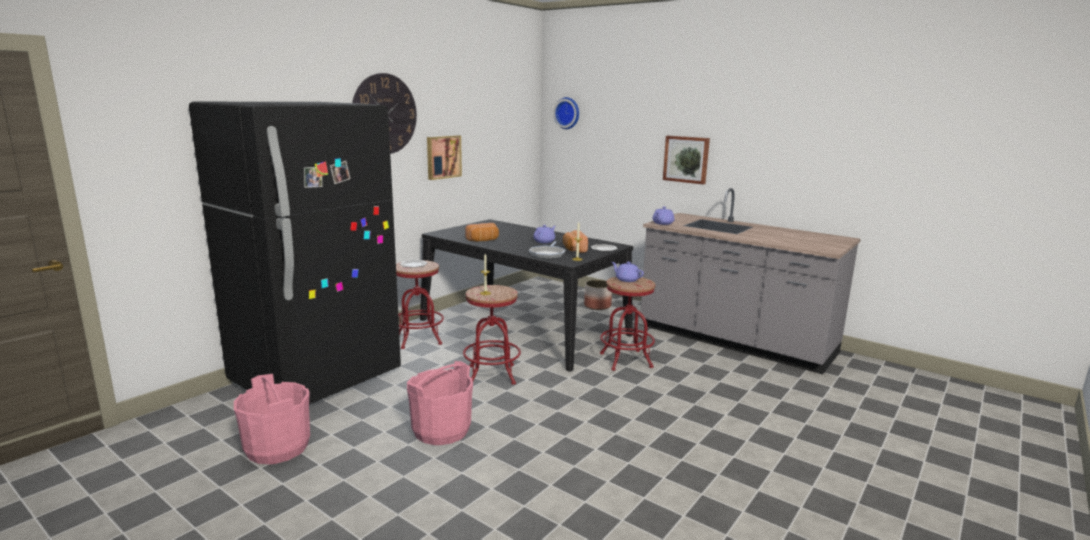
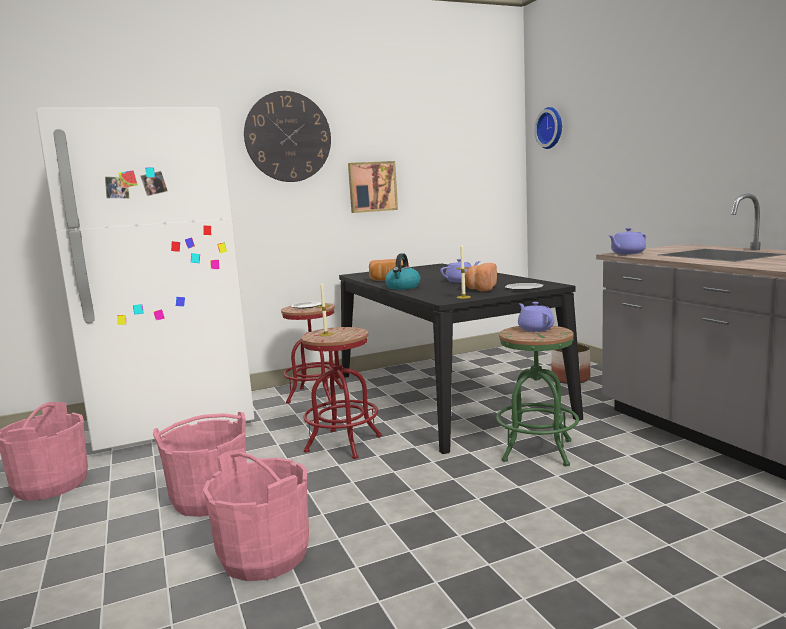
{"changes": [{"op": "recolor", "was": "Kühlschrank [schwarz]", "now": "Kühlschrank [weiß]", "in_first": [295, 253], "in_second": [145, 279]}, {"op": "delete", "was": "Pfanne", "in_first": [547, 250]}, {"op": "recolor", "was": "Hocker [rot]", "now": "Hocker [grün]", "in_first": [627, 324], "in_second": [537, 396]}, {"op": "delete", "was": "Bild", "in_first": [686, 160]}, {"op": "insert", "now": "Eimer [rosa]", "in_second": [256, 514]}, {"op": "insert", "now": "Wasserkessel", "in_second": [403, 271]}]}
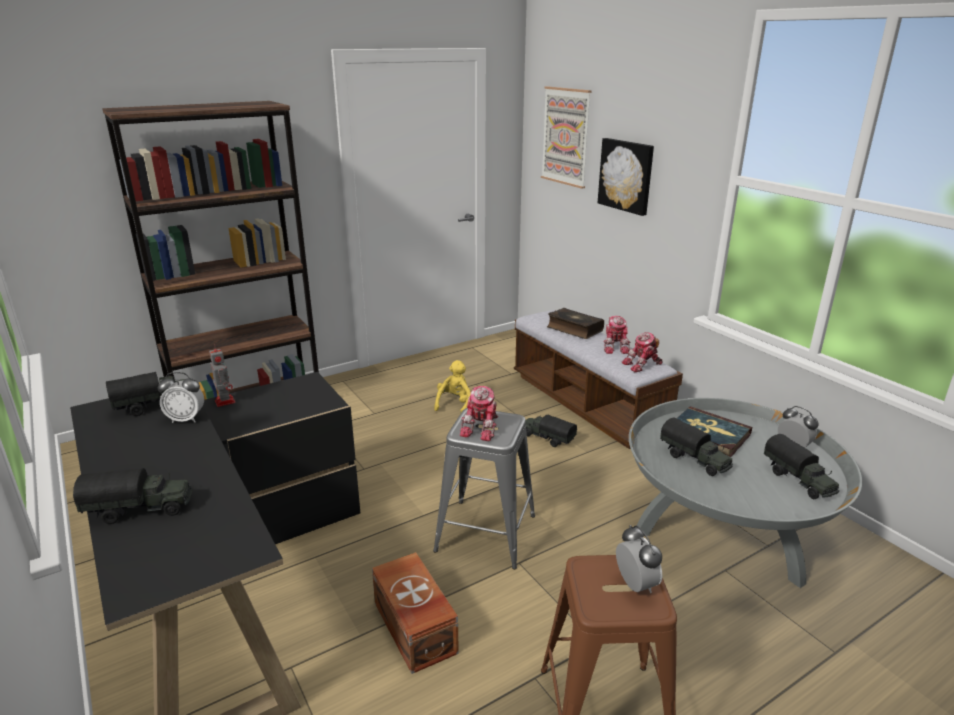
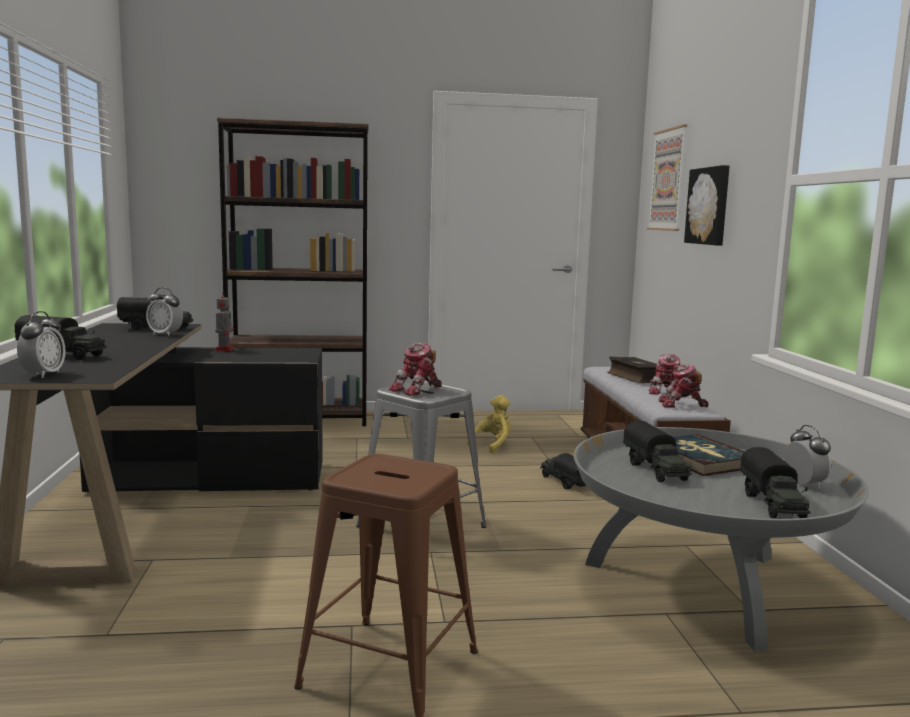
{"changes": [{"op": "delete", "was": "Aufbewahrungsbox [braun]", "in_first": [415, 613]}, {"op": "move", "was": "Wecker", "in_first": [639, 559], "in_second": [41, 344]}]}
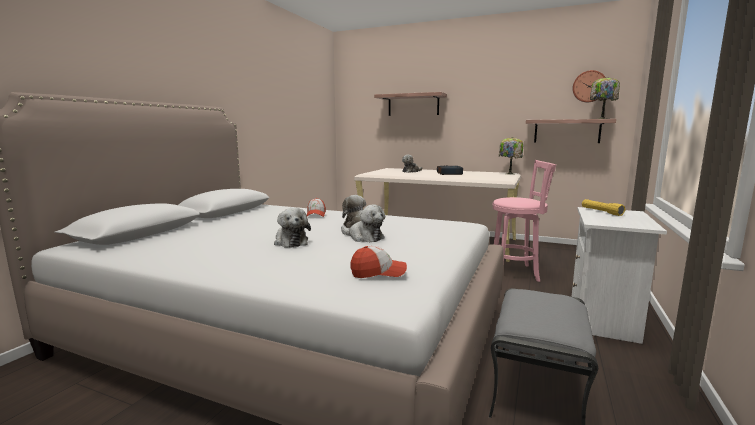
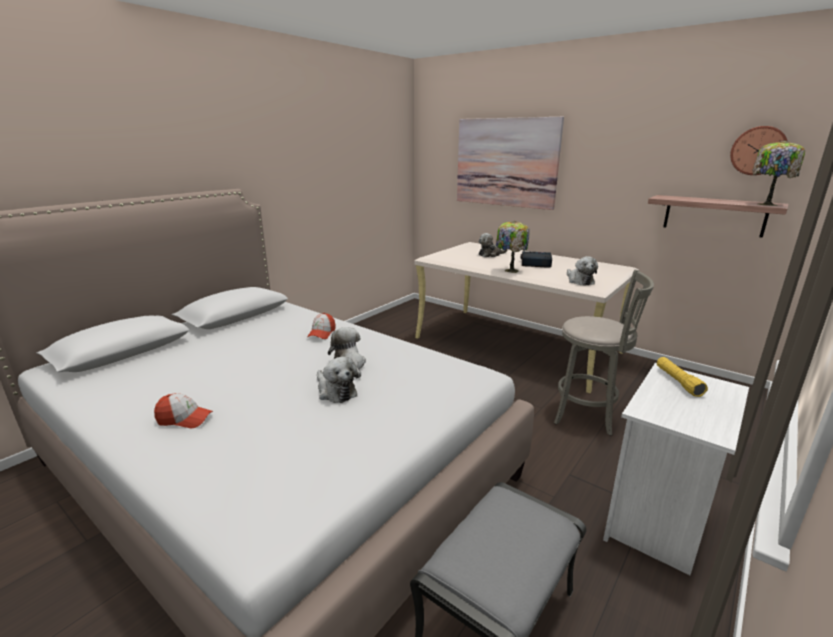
{"changes": [{"op": "move", "was": "Plüschtier", "in_first": [292, 228], "in_second": [582, 271]}, {"op": "move", "was": "Kappe", "in_first": [378, 262], "in_second": [183, 411]}, {"op": "replace", "was": "Wandregal", "now": "Bild", "in_first": [410, 104], "in_second": [510, 163]}, {"op": "recolor", "was": "Hocker [rosa]", "now": "Hocker [grau]", "in_first": [524, 221], "in_second": [604, 353]}, {"op": "move", "was": "Tischlampe", "in_first": [511, 156], "in_second": [513, 247]}]}
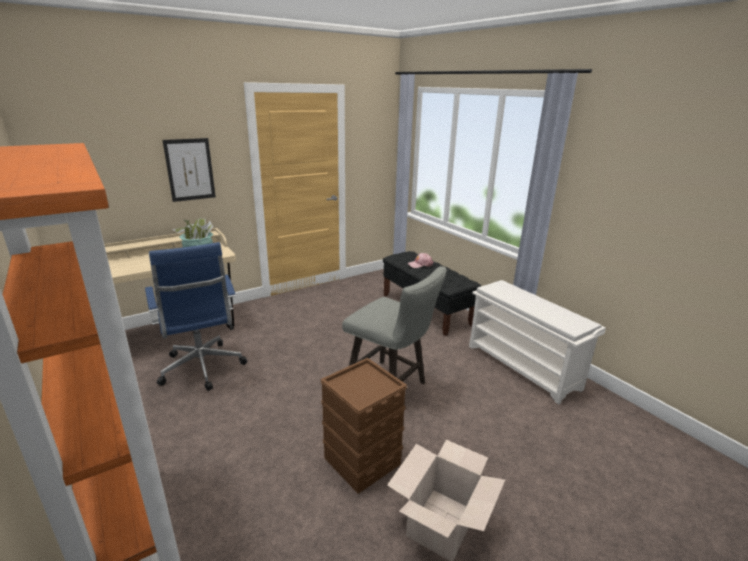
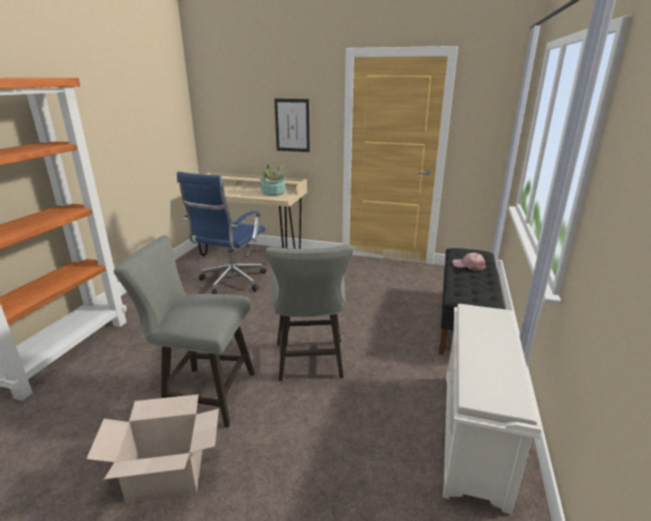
{"changes": [{"op": "replace", "was": "Aufbewahrungsbox [braun]", "now": "Hocker [grau]", "in_first": [363, 426], "in_second": [184, 331]}]}
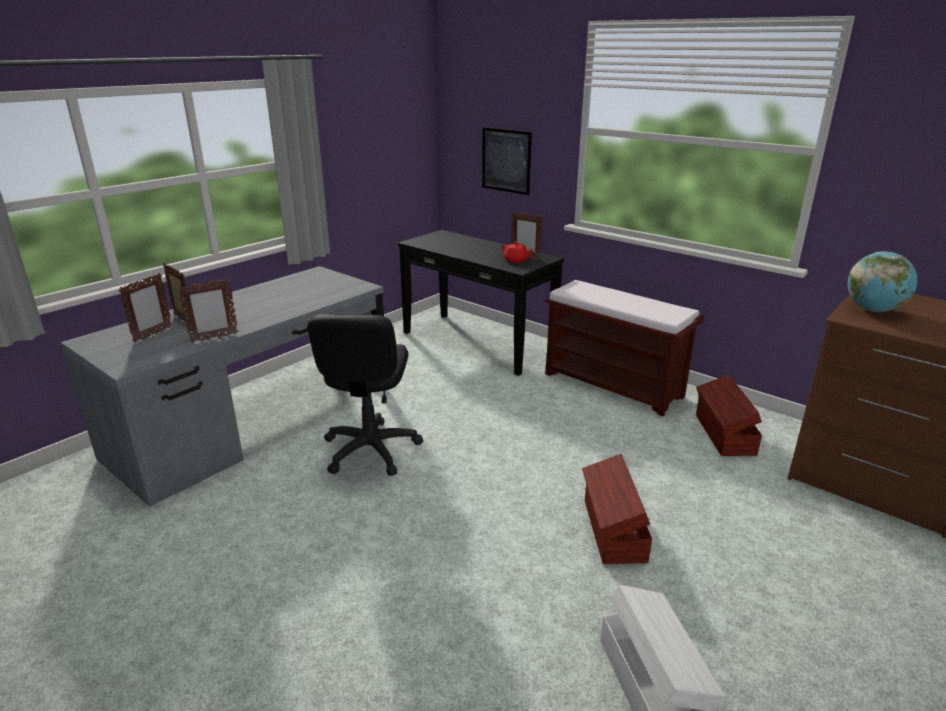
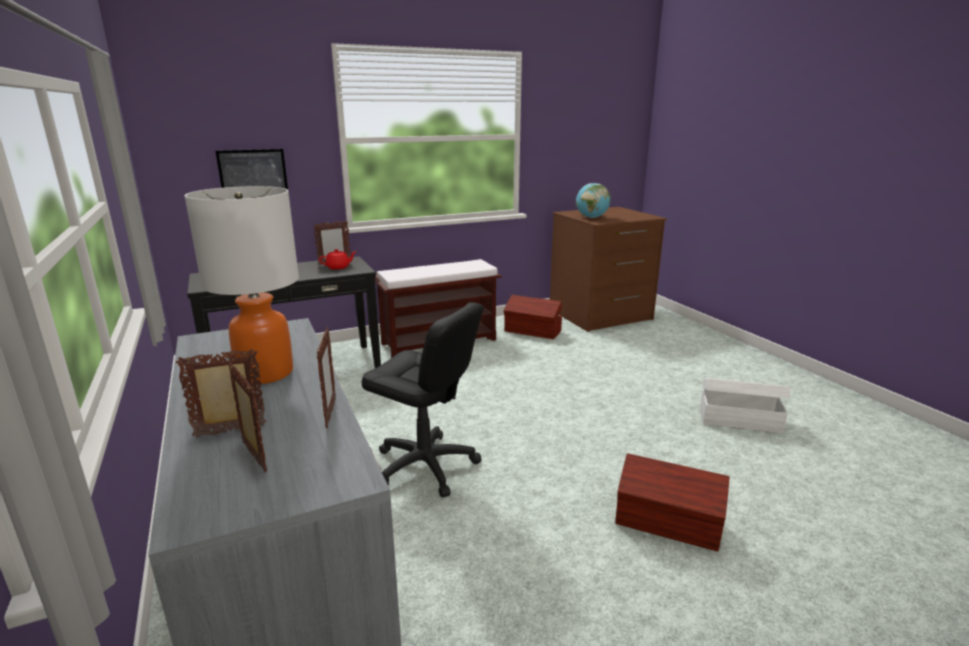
{"changes": [{"op": "move", "was": "Aufbewahrungsbox [braun]", "in_first": [617, 509], "in_second": [672, 502]}, {"op": "insert", "now": "Tischlampe", "in_second": [242, 285]}]}
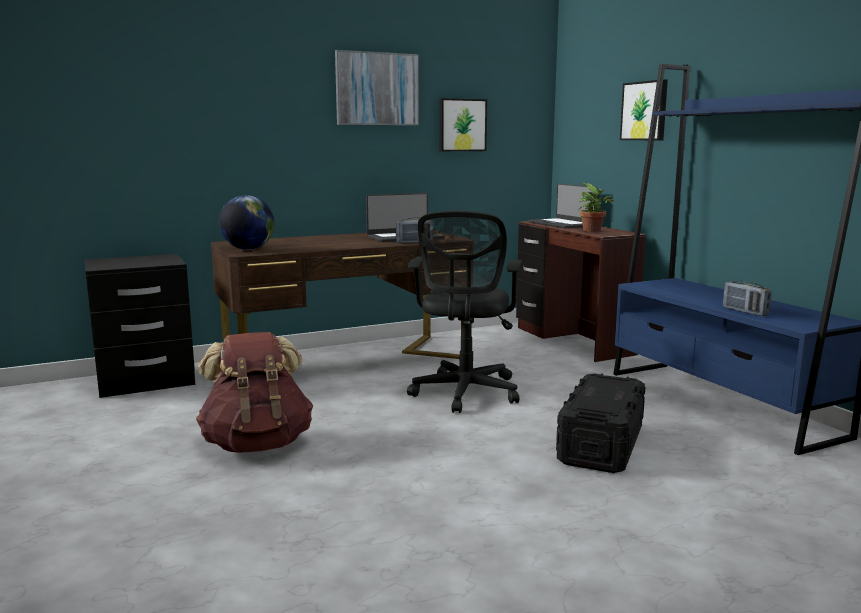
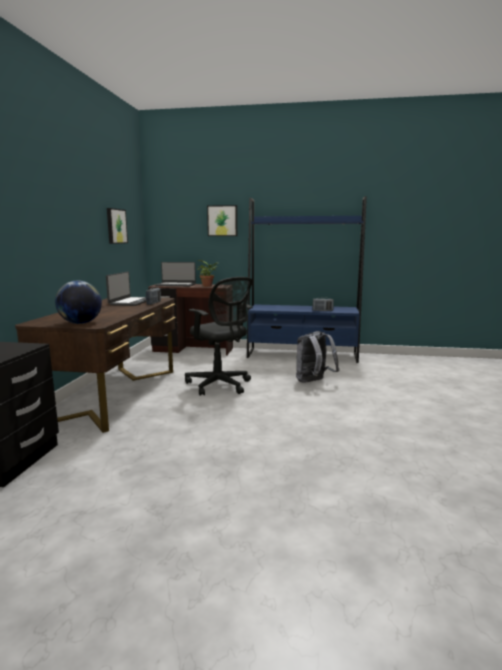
{"changes": [{"op": "delete", "was": "Rucksack [braun]", "in_first": [254, 392]}, {"op": "delete", "was": "Bild", "in_first": [377, 87]}, {"op": "replace", "was": "Aufbewahrungsbox [schwarz]", "now": "Rucksack [grau]", "in_first": [600, 423], "in_second": [317, 357]}]}
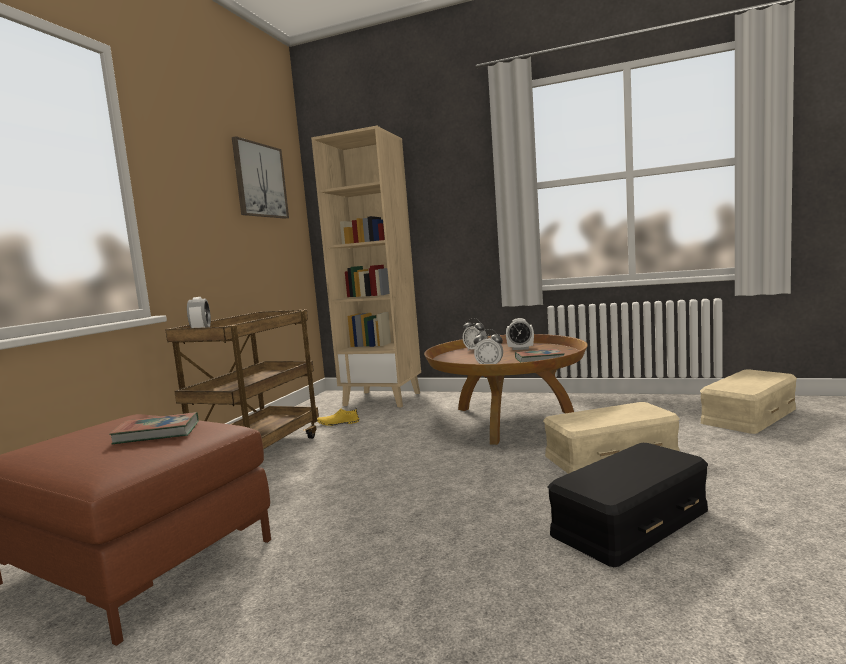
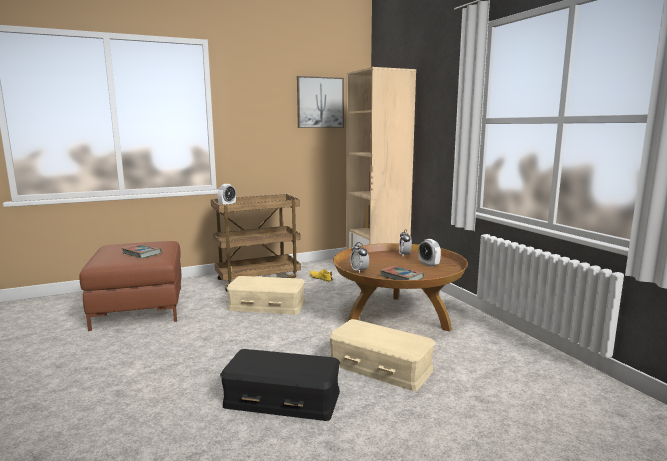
{"changes": [{"op": "move", "was": "Aufbewahrungsbox [beige]", "in_first": [748, 401], "in_second": [265, 295]}]}
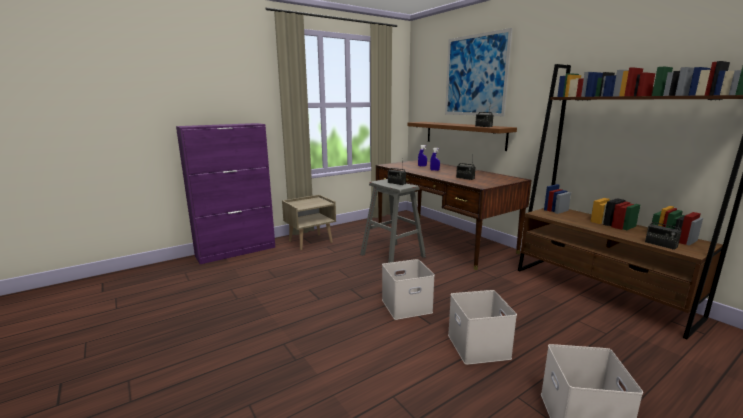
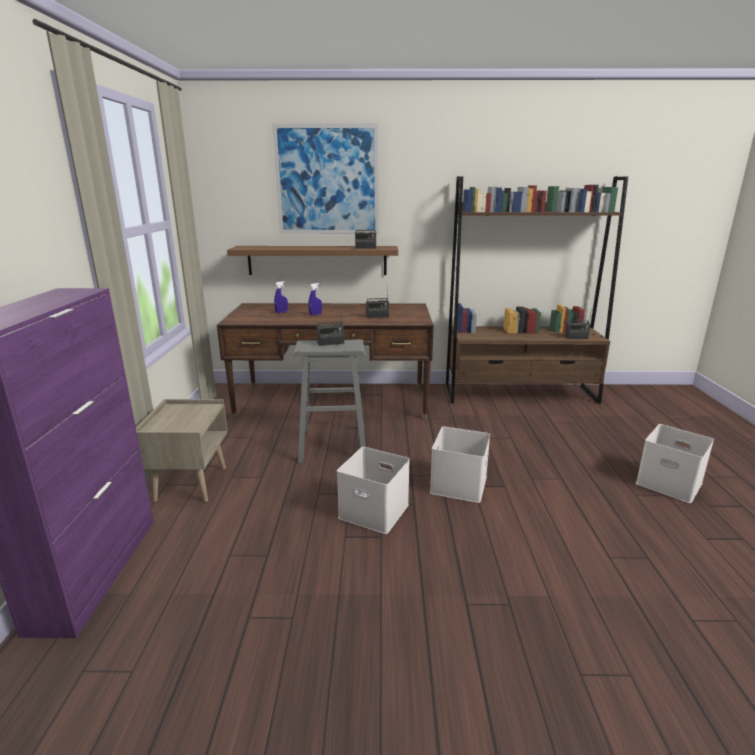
{"changes": [{"op": "move", "was": "Aufbewahrungsbox [weiß]", "in_first": [482, 327], "in_second": [373, 490]}]}
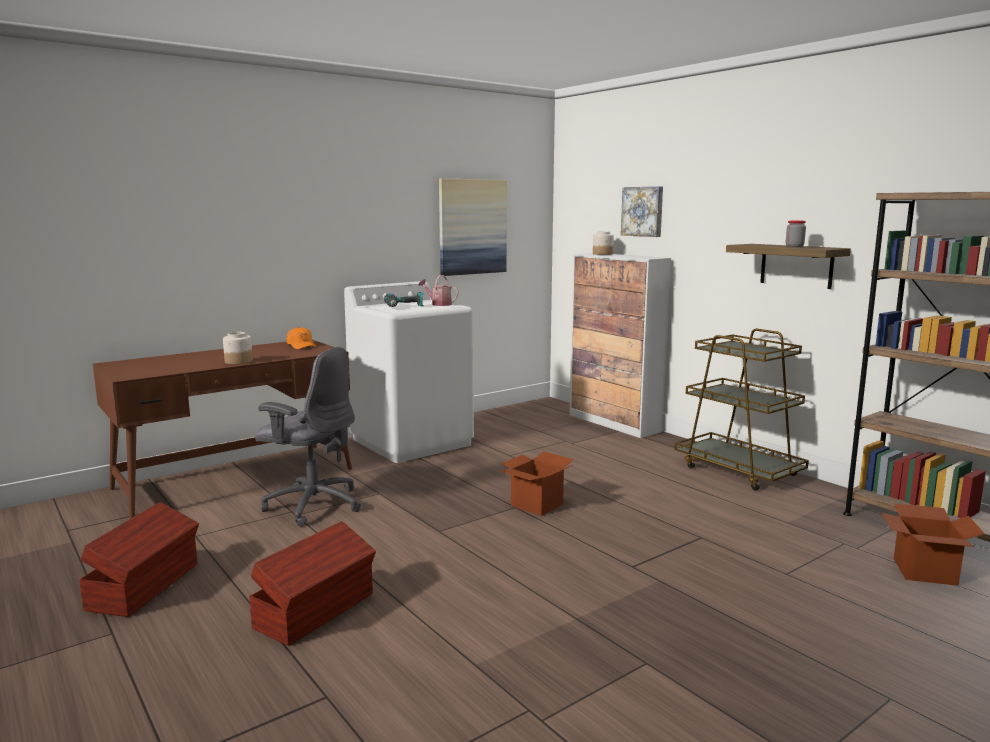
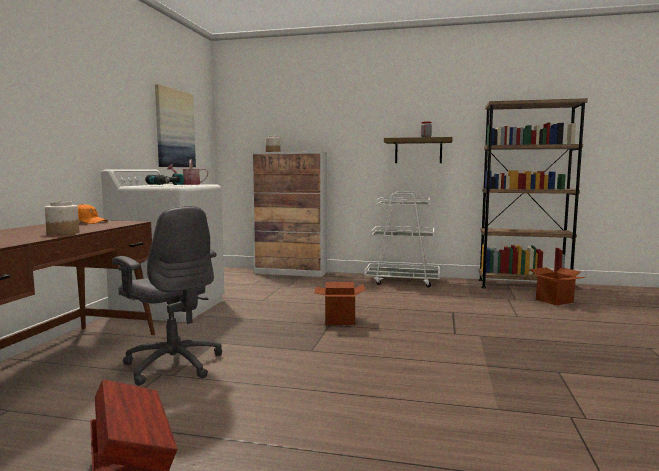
{"changes": [{"op": "delete", "was": "Aufbewahrungsbox [braun]", "in_first": [312, 583]}, {"op": "rotate", "was": "Bürostuhl [grau]", "in_first": [308, 437], "in_second": [167, 296], "clockwise": 60}, {"op": "delete", "was": "Bild", "in_first": [642, 211]}, {"op": "recolor", "was": "Rollwagen [braun]", "now": "Rollwagen [weiß]", "in_first": [741, 410], "in_second": [402, 239]}]}
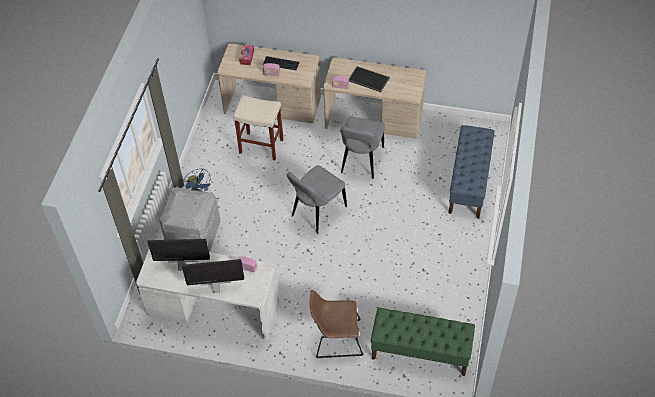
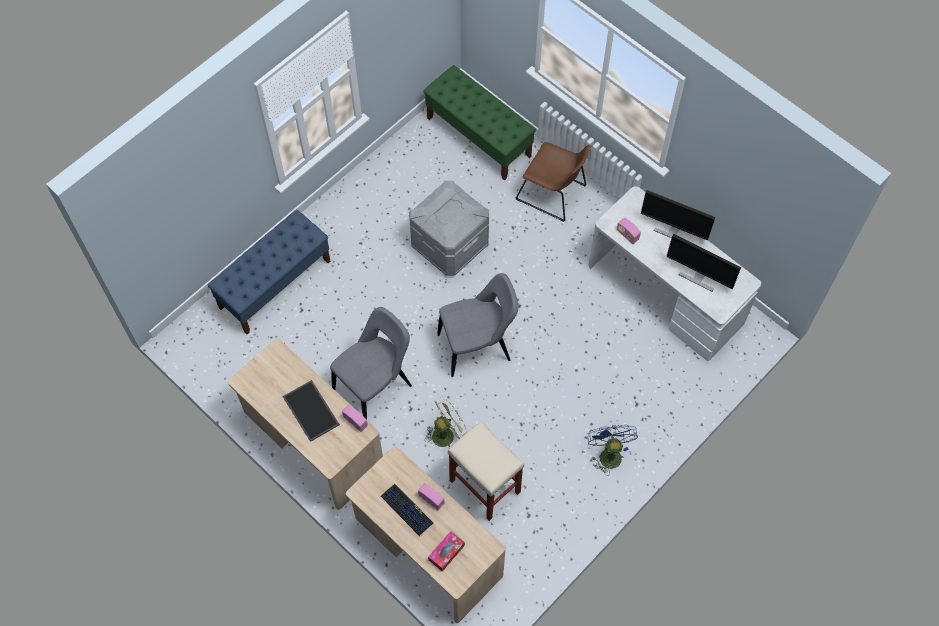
{"changes": [{"op": "move", "was": "Aufbewahrungsbox [grau]", "in_first": [190, 219], "in_second": [449, 228]}, {"op": "insert", "now": "Ventilator [beige]", "in_second": [446, 421]}]}
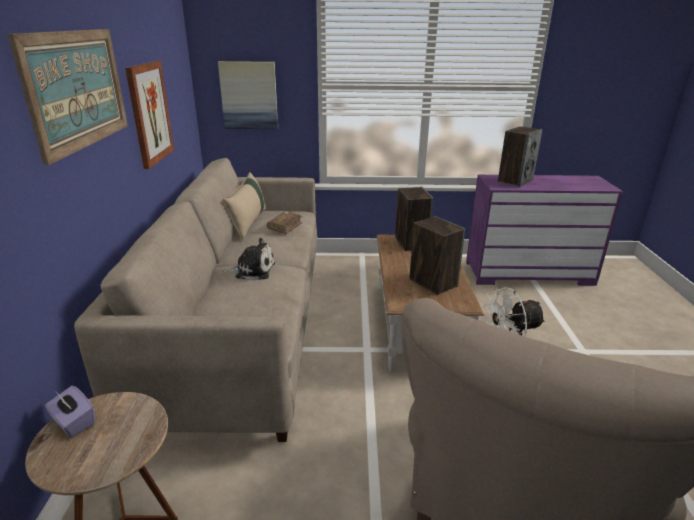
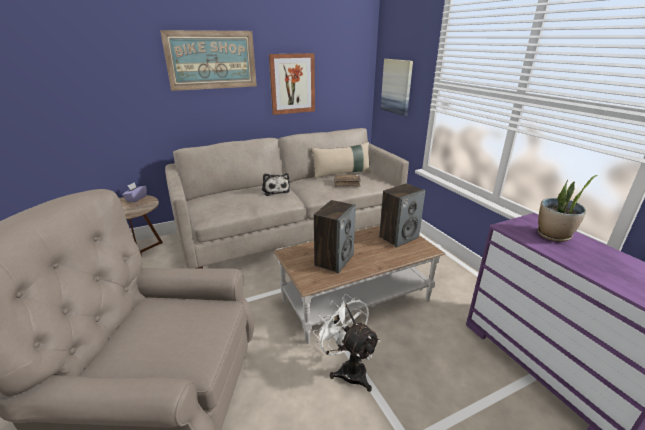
{"changes": [{"op": "replace", "was": "Lautsprecher", "now": "Topfpflanze", "in_first": [520, 156], "in_second": [567, 208]}]}
